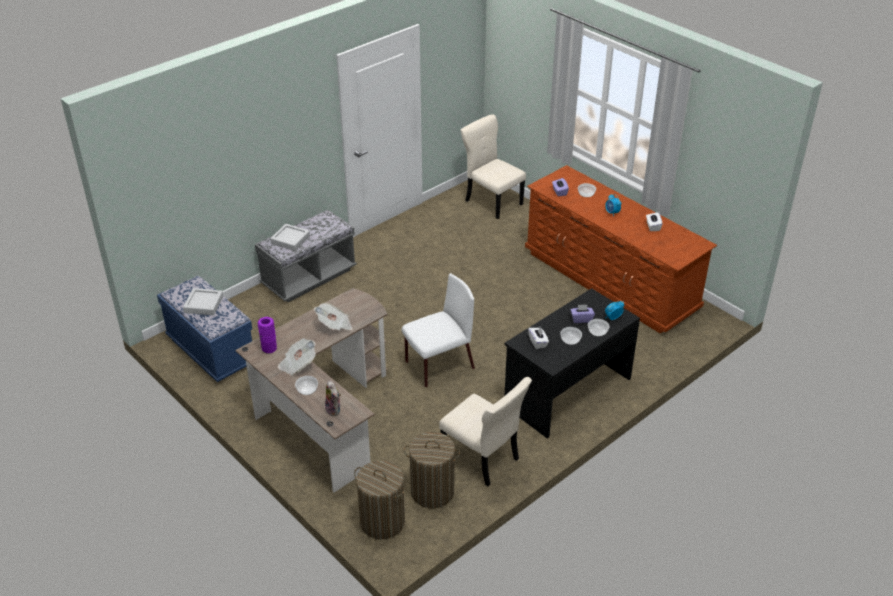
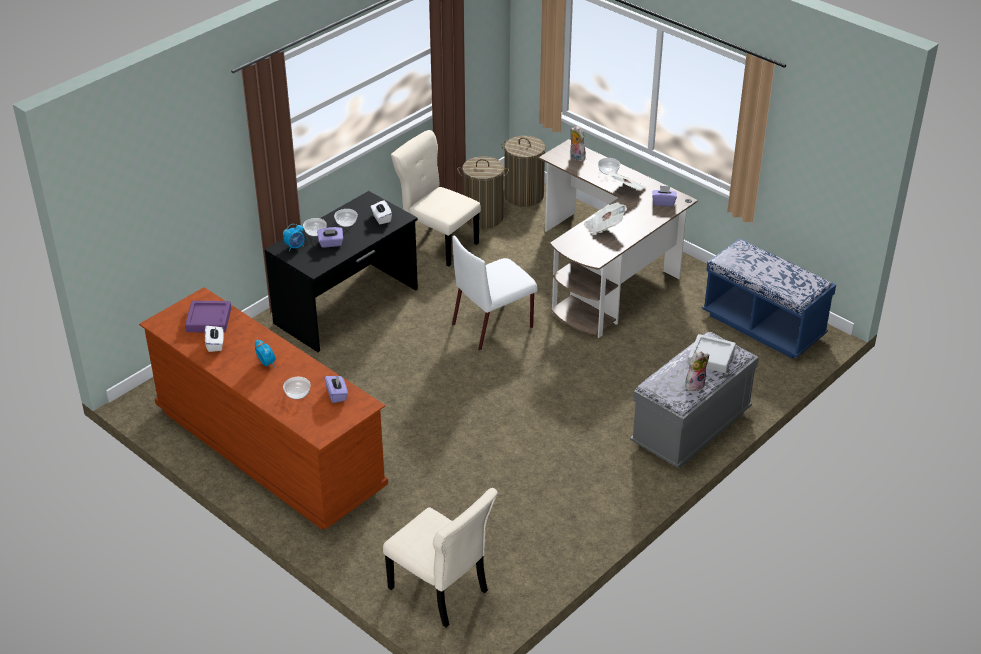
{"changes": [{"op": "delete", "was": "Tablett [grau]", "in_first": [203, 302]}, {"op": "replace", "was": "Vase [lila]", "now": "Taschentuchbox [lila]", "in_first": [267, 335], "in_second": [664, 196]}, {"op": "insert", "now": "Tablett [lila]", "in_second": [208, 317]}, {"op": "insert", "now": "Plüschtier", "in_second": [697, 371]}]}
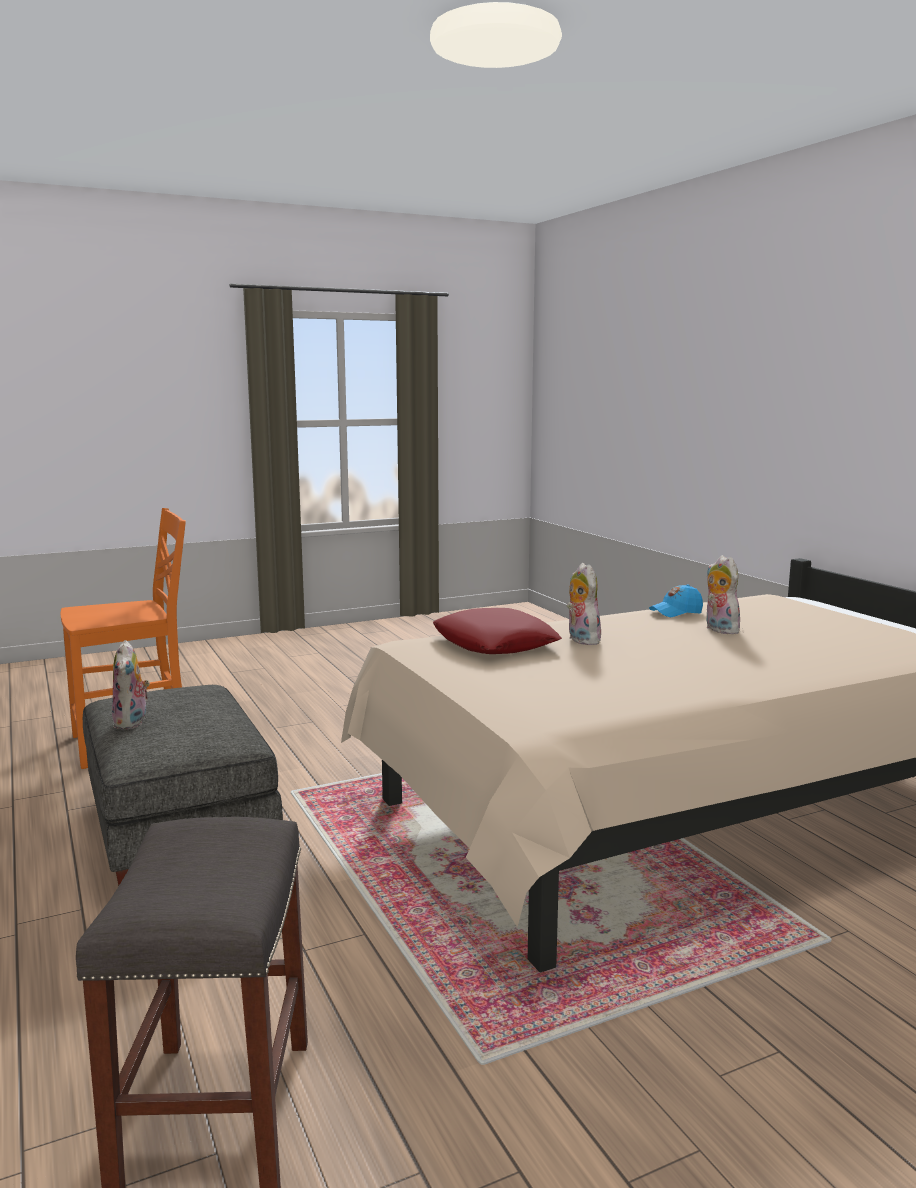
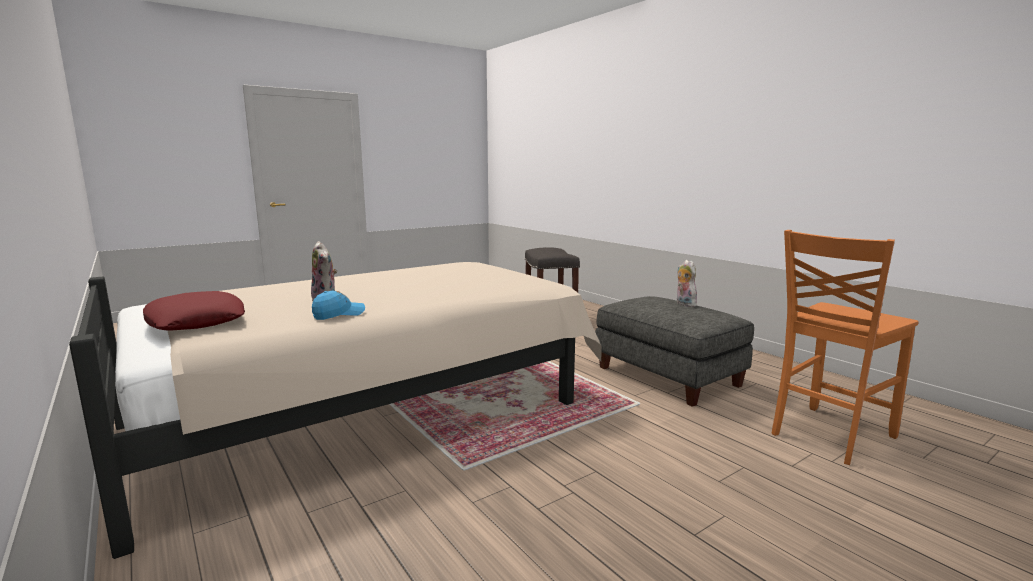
{"changes": [{"op": "move", "was": "Kissen [rot]", "in_first": [497, 631], "in_second": [194, 311]}, {"op": "delete", "was": "Plüschtier", "in_first": [584, 604]}]}
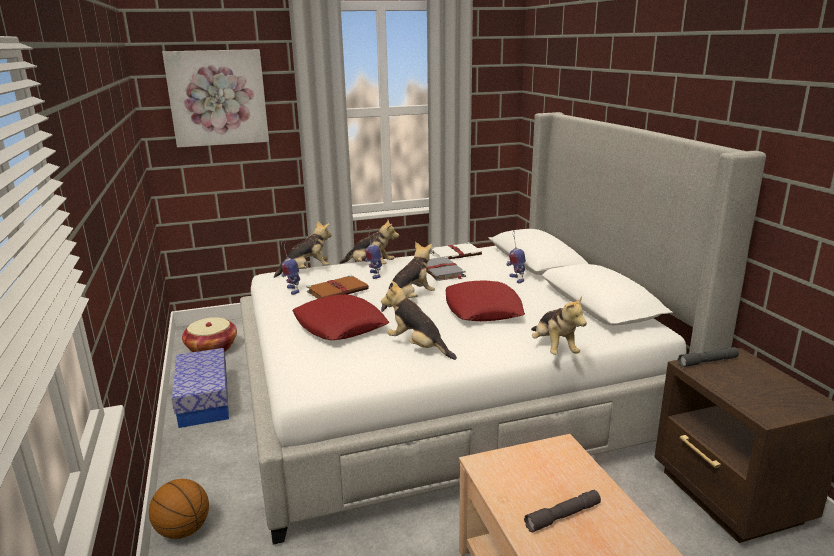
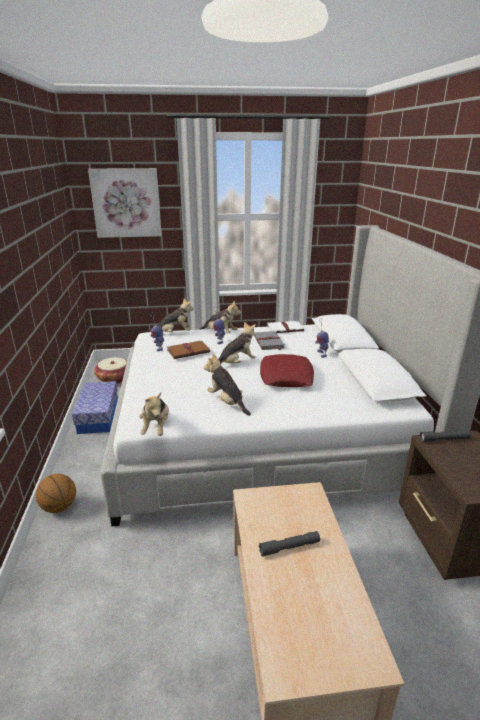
{"changes": [{"op": "delete", "was": "Kissen [rot]", "in_first": [341, 317]}, {"op": "move", "was": "Plüschtier", "in_first": [559, 325], "in_second": [154, 414]}]}
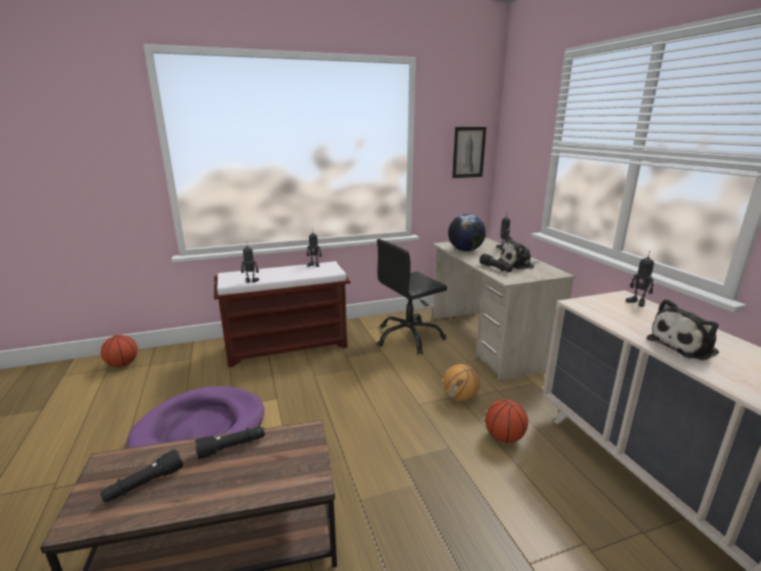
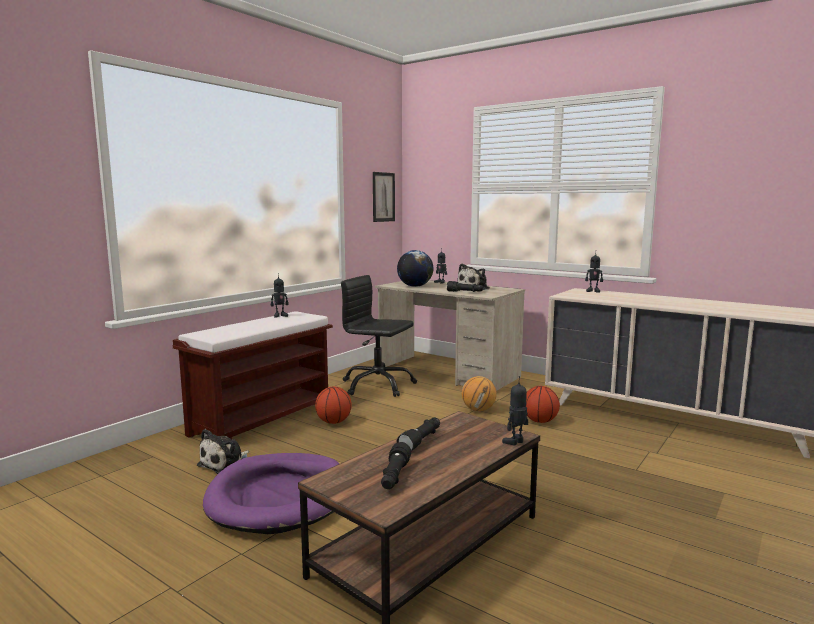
{"changes": [{"op": "move", "was": "Basketball", "in_first": [119, 351], "in_second": [333, 405]}, {"op": "move", "was": "Spielzeugroboter", "in_first": [250, 264], "in_second": [515, 410]}, {"op": "rotate", "was": "Bürostuhl [schwarz]", "in_first": [412, 297], "in_second": [379, 336], "clockwise": 90}, {"op": "move", "was": "Plüschtier", "in_first": [683, 329], "in_second": [223, 451]}]}
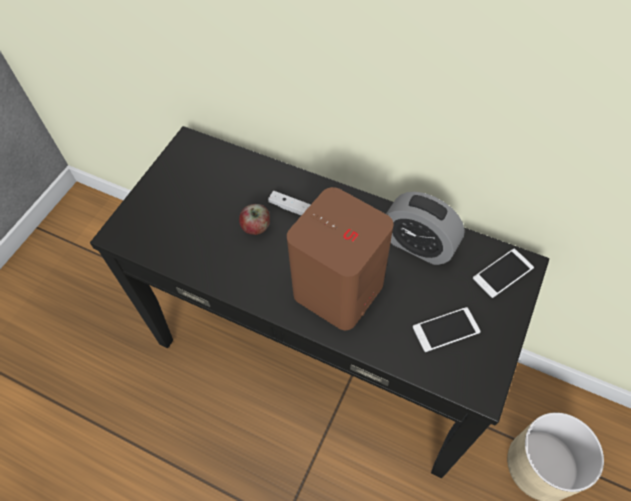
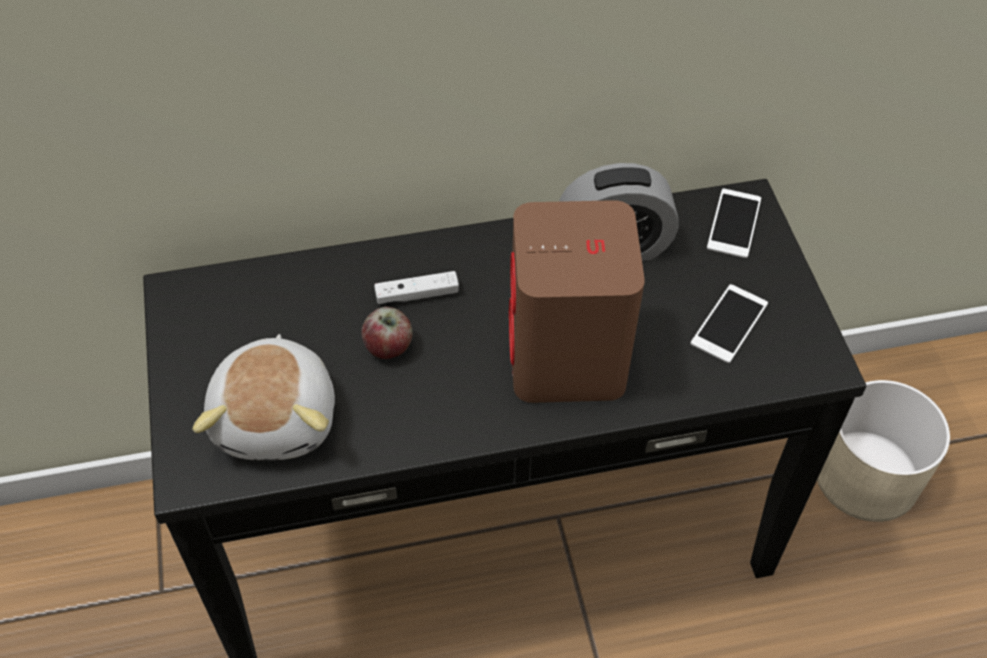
{"changes": [{"op": "insert", "now": "Plüschtier", "in_second": [264, 397]}]}
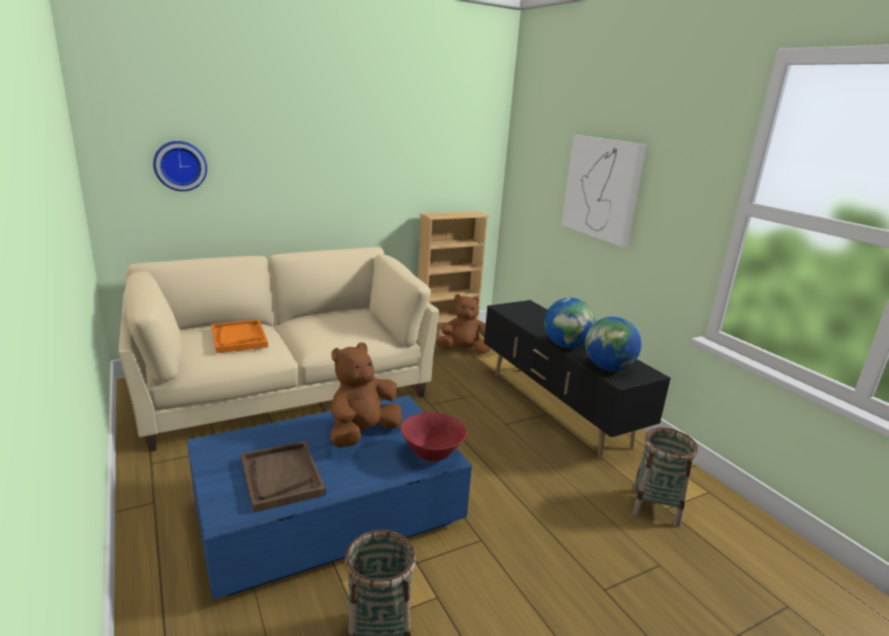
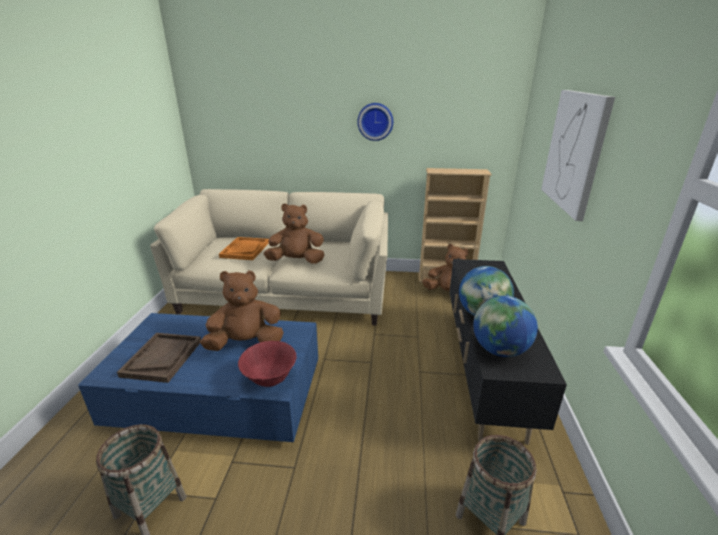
{"changes": [{"op": "move", "was": "Wanduhr", "in_first": [180, 166], "in_second": [375, 122]}, {"op": "insert", "now": "Plüschtier [braun]", "in_second": [294, 233]}]}
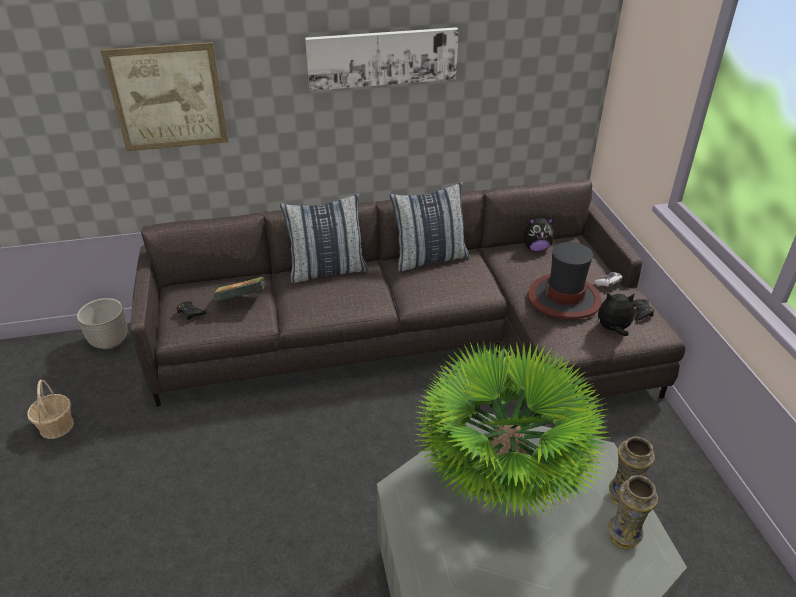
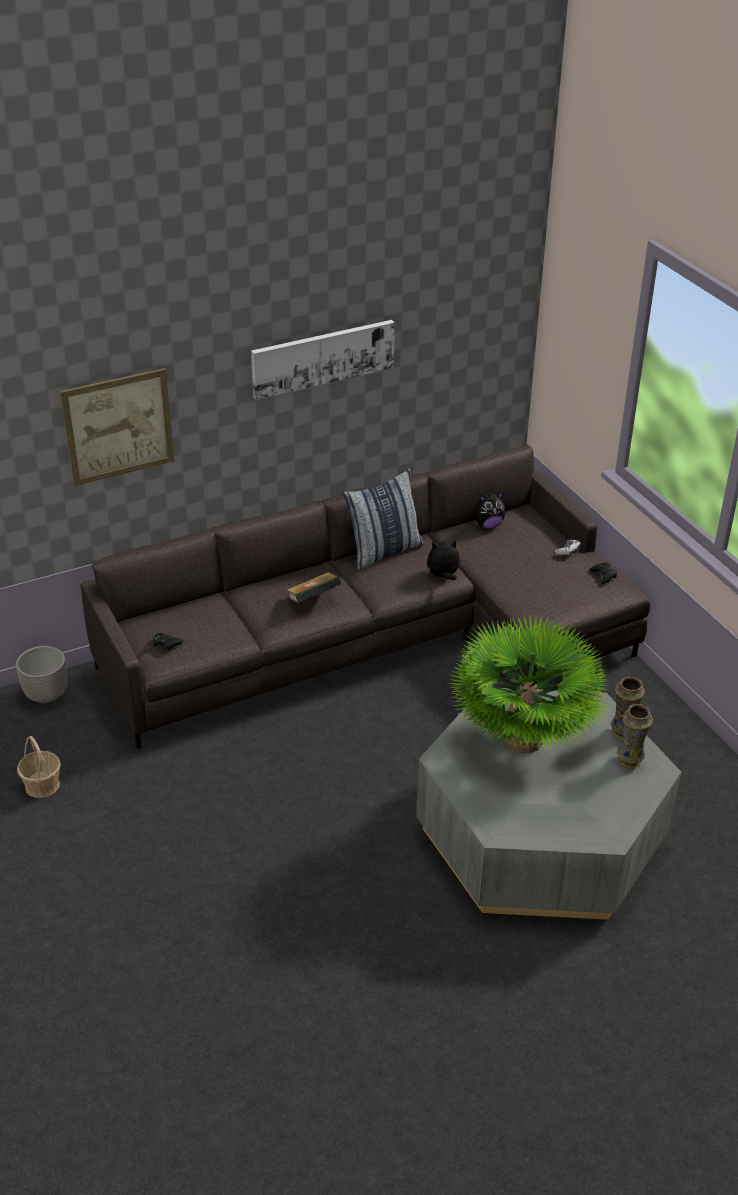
{"changes": [{"op": "move", "was": "Buch", "in_first": [240, 289], "in_second": [314, 587]}, {"op": "delete", "was": "Kissen", "in_first": [324, 238]}, {"op": "delete", "was": "Hut", "in_first": [565, 280]}, {"op": "move", "was": "Plüschtier", "in_first": [615, 314], "in_second": [443, 560]}]}
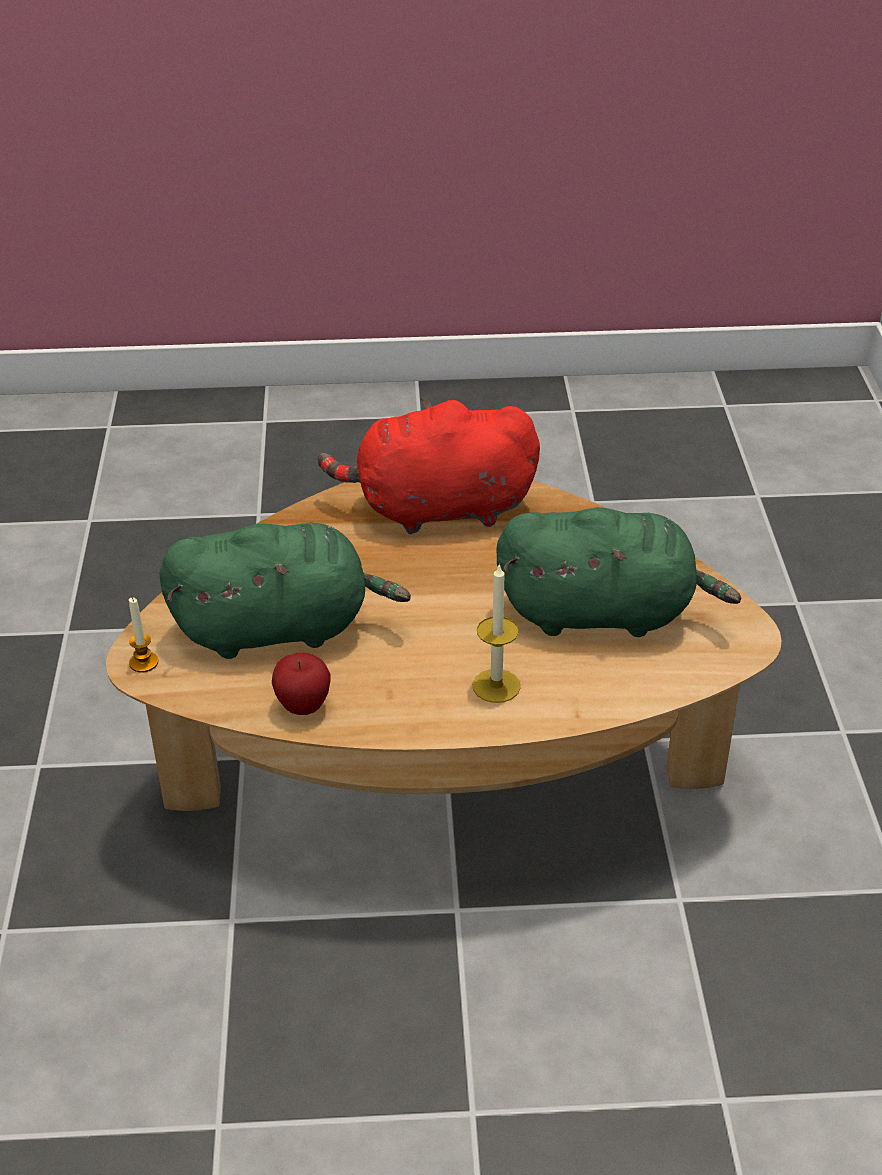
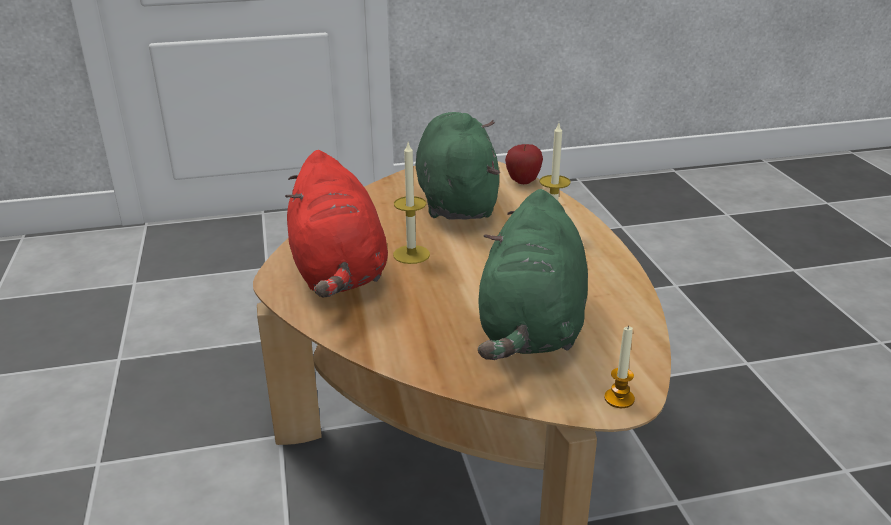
{"changes": [{"op": "rotate", "was": "Plüschtier [grün]", "in_first": [285, 591], "in_second": [533, 274], "clockwise": -150}, {"op": "move", "was": "Apfel", "in_first": [301, 684], "in_second": [524, 164]}, {"op": "insert", "now": "Kerze", "in_second": [411, 203]}]}
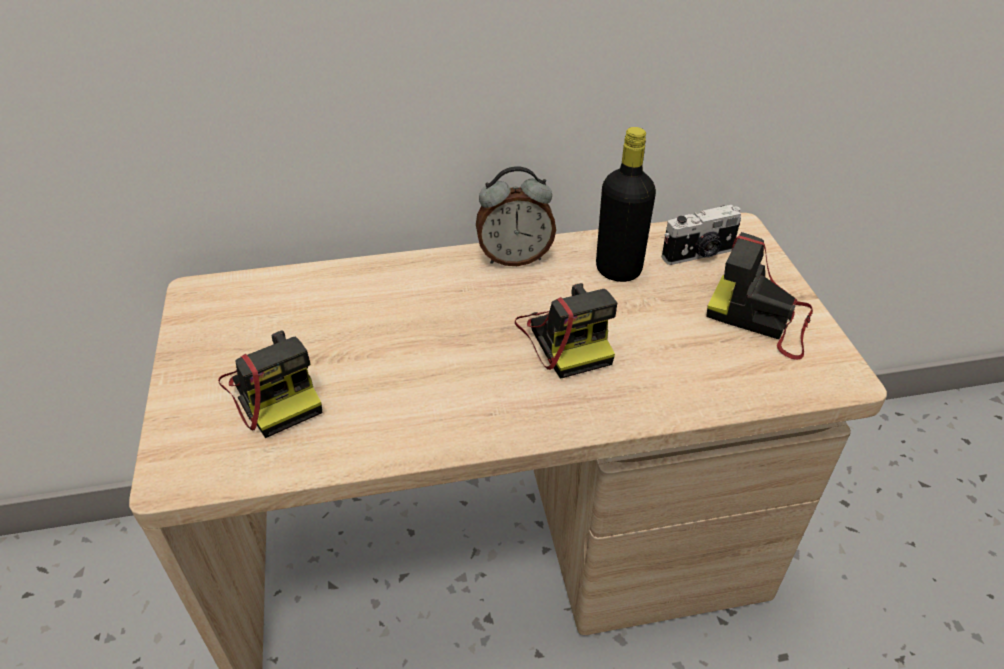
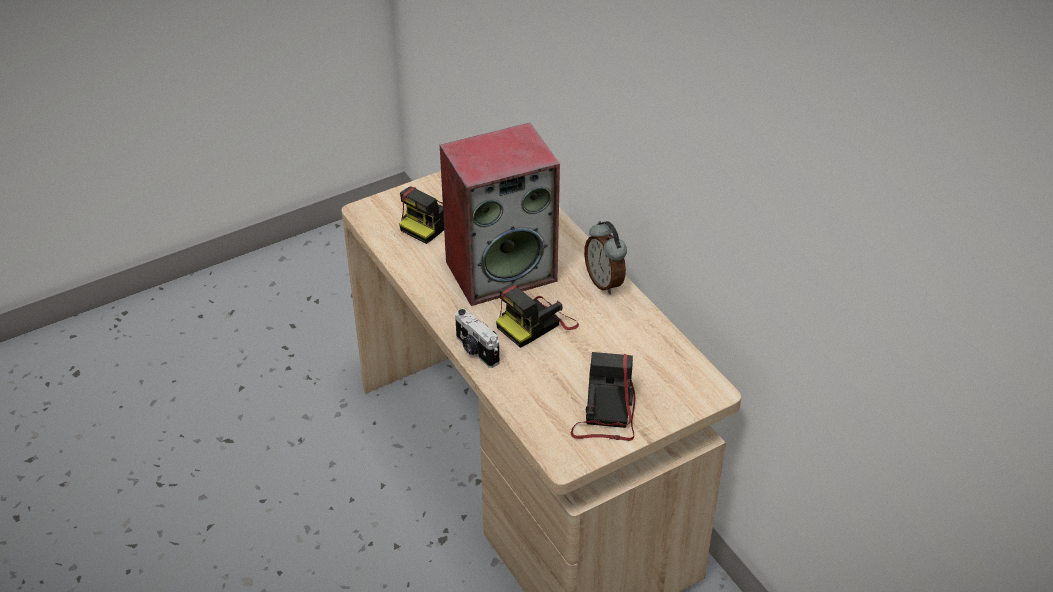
{"changes": [{"op": "delete", "was": "Flasche [schwarz]", "in_first": [626, 204]}, {"op": "move", "was": "Kamera", "in_first": [701, 235], "in_second": [477, 338]}, {"op": "insert", "now": "Lautsprecher", "in_second": [500, 214]}]}
